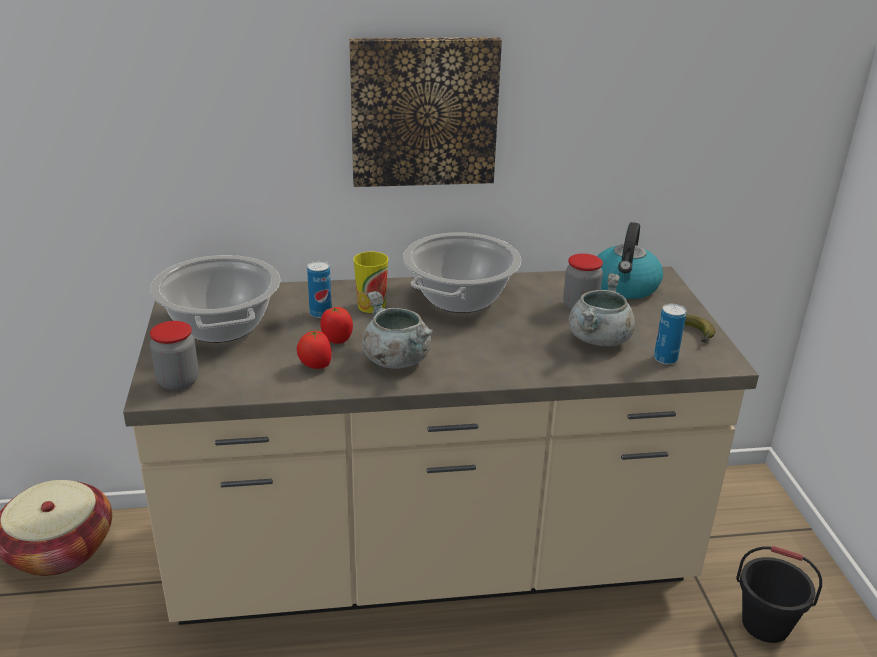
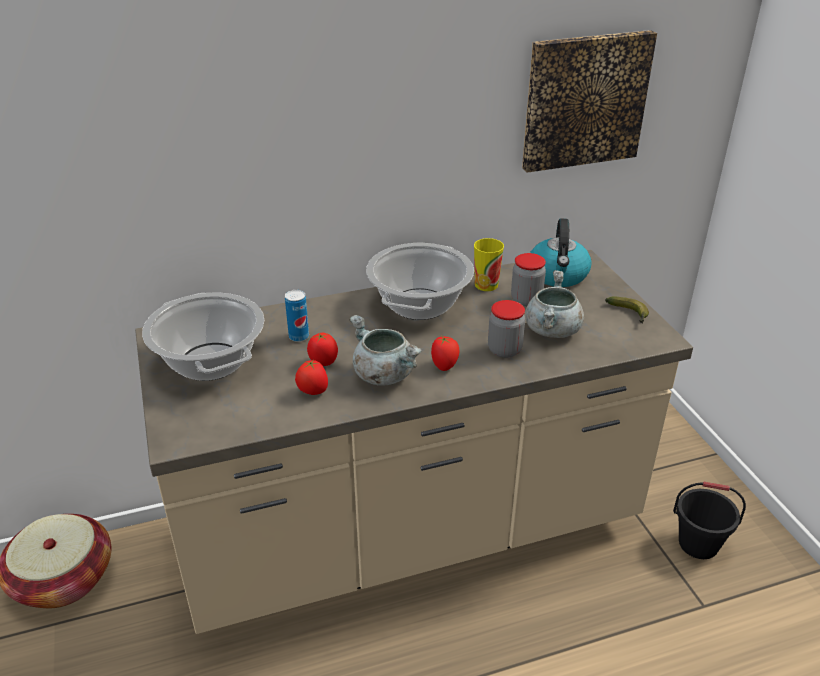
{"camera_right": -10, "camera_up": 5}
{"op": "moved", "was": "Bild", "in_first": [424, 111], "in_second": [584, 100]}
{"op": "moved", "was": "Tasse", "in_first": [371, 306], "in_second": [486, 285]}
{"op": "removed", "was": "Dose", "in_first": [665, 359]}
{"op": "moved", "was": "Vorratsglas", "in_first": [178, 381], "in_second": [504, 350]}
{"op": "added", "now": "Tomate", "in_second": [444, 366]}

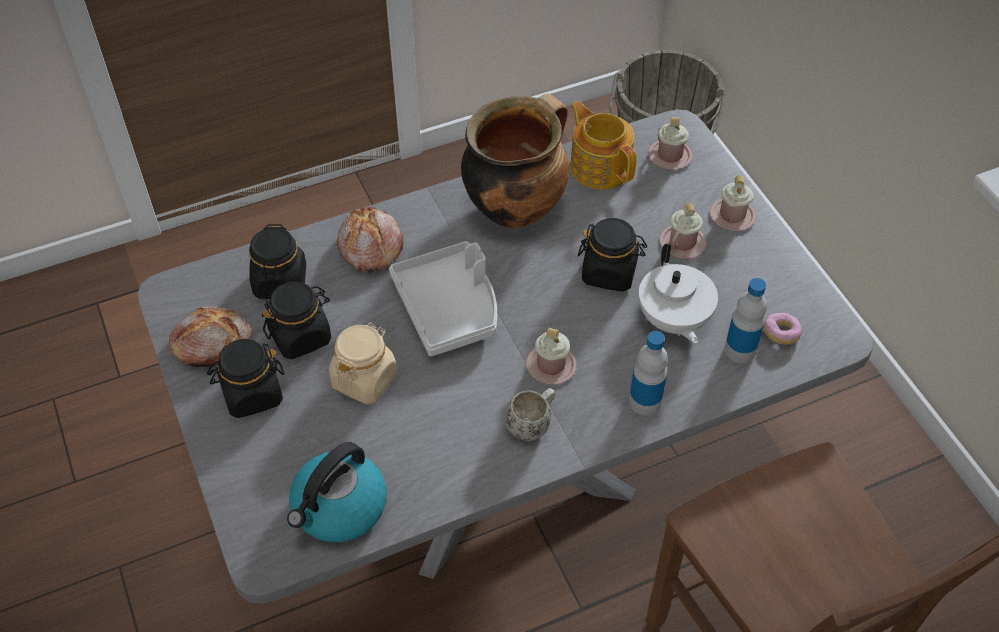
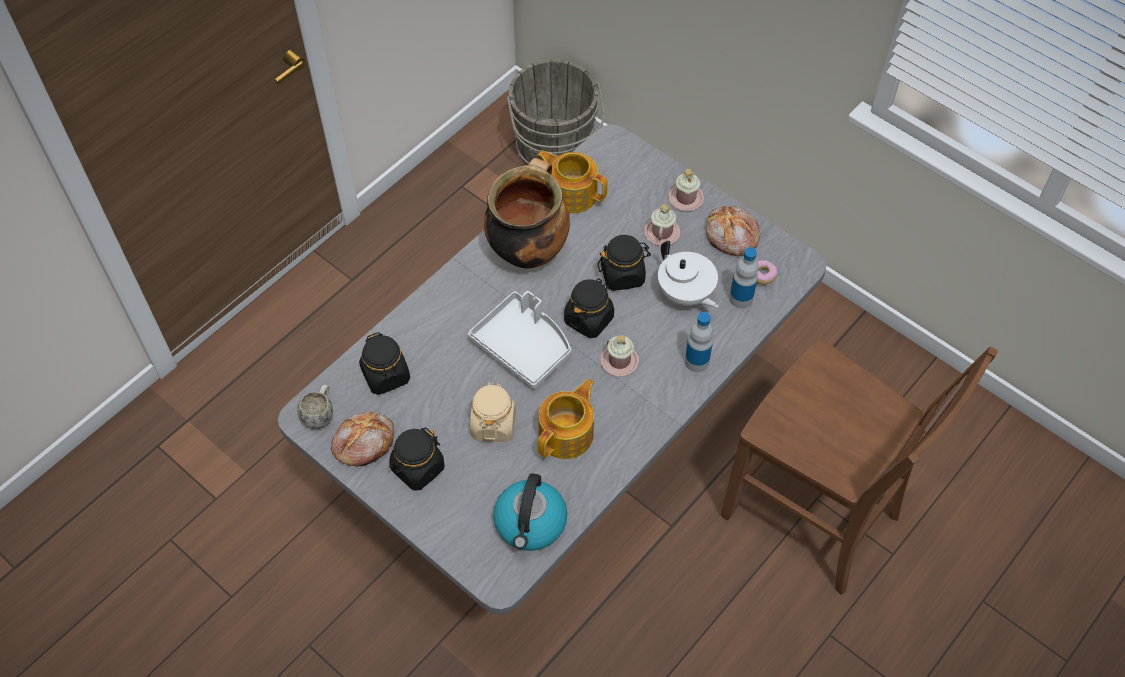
{"camera_right": -25, "camera_up": 5}
{"op": "removed", "was": "Henkelbecher/rosa", "in_first": [670, 156]}
{"op": "moved", "was": "Brot", "in_first": [369, 247], "in_second": [731, 237]}
{"op": "moved", "was": "Vorratsglas/schwarz", "in_first": [301, 336], "in_second": [589, 319]}
{"op": "moved", "was": "Henkelbecher/weiß", "in_first": [532, 424], "in_second": [320, 414]}
{"op": "added", "now": "Teekanne", "in_second": [567, 434]}

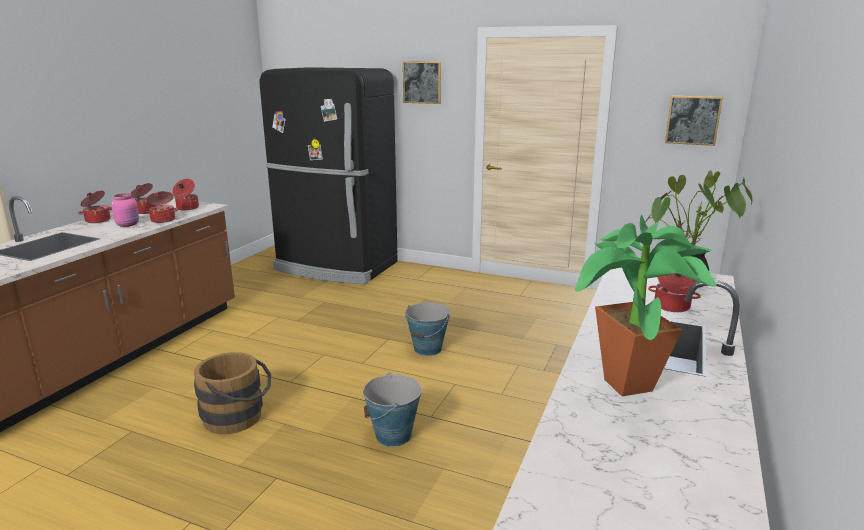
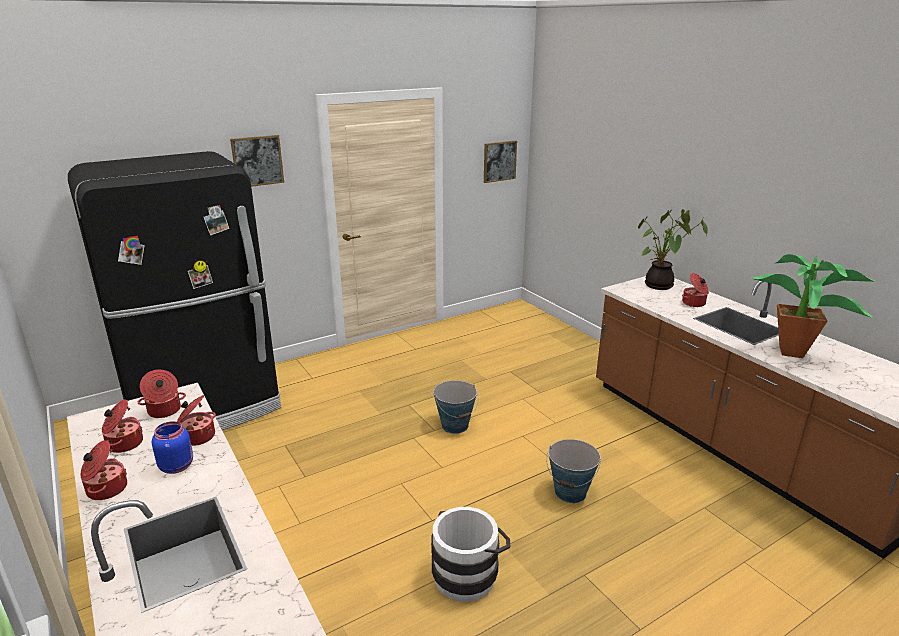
{"camera_right": -55, "camera_up": 5}
{"op": "recoloured", "was": "Vorratsglas/rosa", "now": "Vorratsglas/blau", "in_first": [128, 224], "in_second": [177, 466]}
{"op": "recoloured", "was": "Eimer/braun", "now": "Eimer/weiß", "in_first": [238, 418], "in_second": [468, 573]}

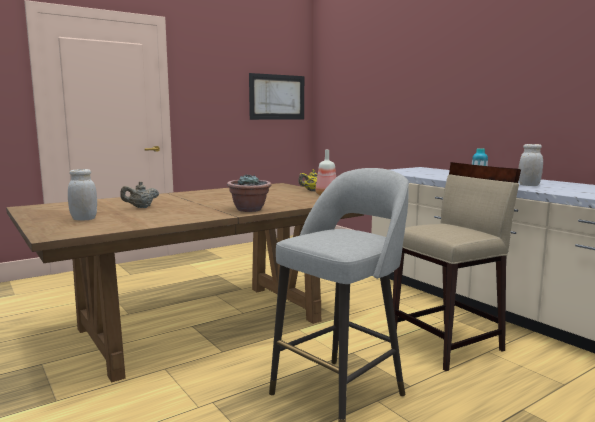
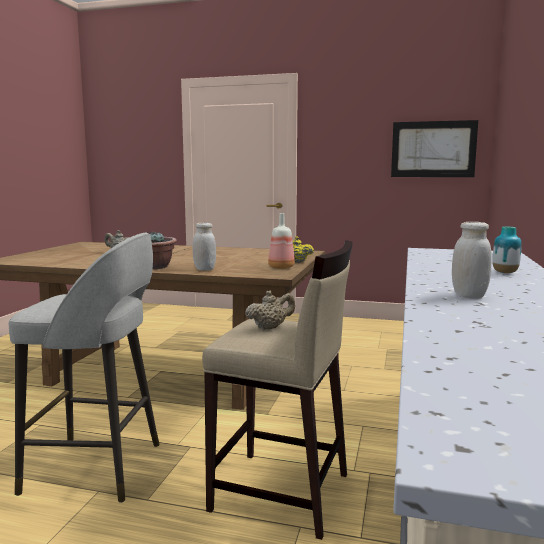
{"camera_right": 50, "camera_up": 0}
{"op": "moved", "was": "Vorratsglas/weiß", "in_first": [84, 219], "in_second": [204, 269]}
{"op": "added", "now": "Teekanne/beige", "in_second": [270, 328]}

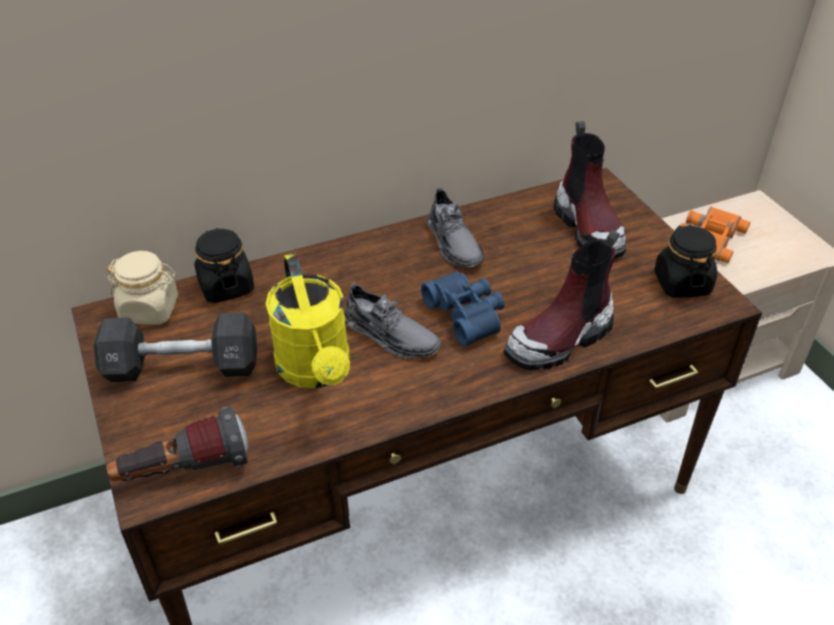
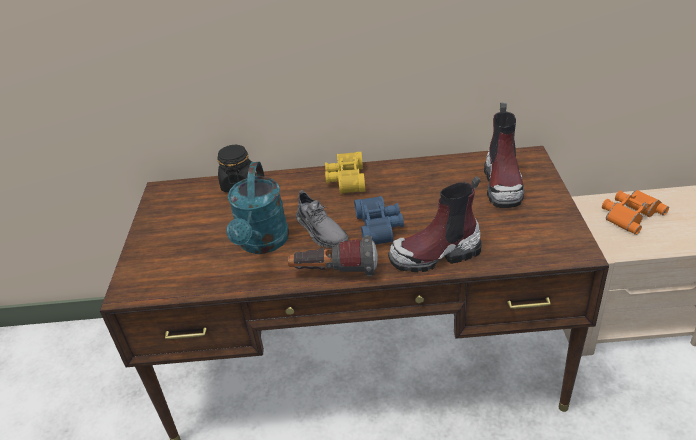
{"camera_right": 25, "camera_up": -5}
{"op": "removed", "was": "Schuh/grau", "in_first": [453, 243]}
{"op": "removed", "was": "Vorratsglas/schwarz", "in_first": [681, 283]}
{"op": "removed", "was": "Vorratsglas/beige", "in_first": [150, 310]}
{"op": "recoloured", "was": "Gießkanne/gelb", "now": "Gießkanne/türkis", "in_first": [317, 371], "in_second": [262, 244]}
{"op": "removed", "was": "Hantel/schwarz", "in_first": [182, 367]}
{"op": "moved", "was": "Taschenlampe", "in_first": [184, 472], "in_second": [334, 273]}
{"op": "added", "now": "Fernglas/gelb", "in_second": [345, 180]}

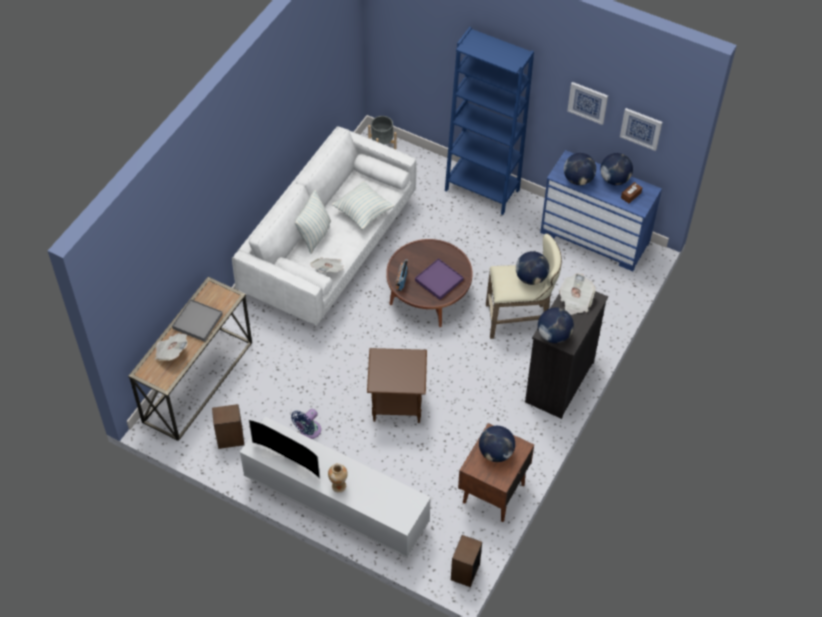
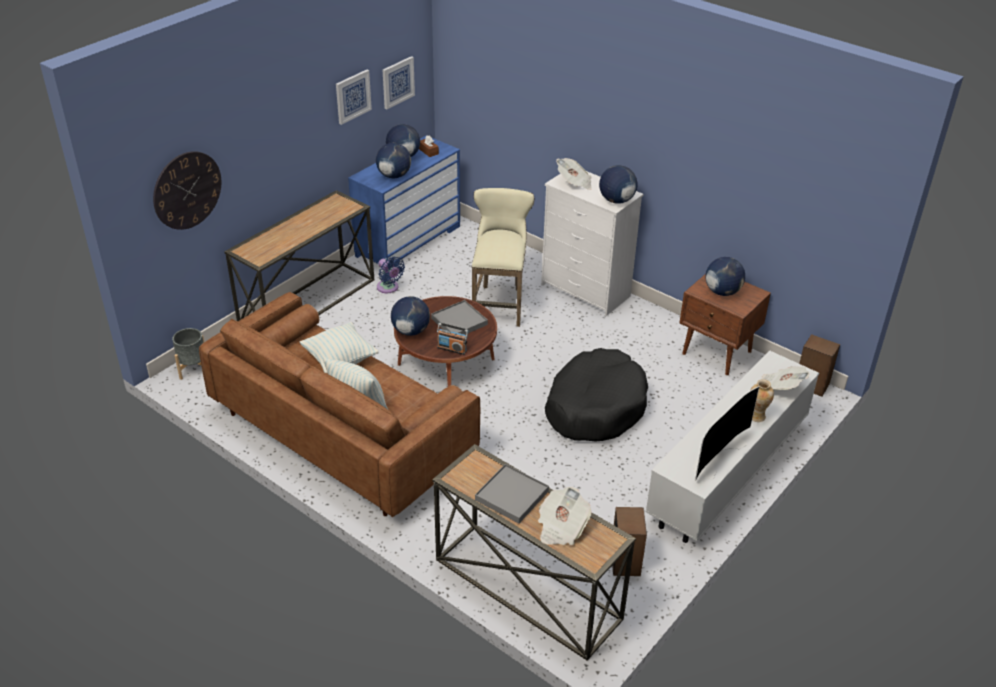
{"camera_right": -80, "camera_up": -15}
{"op": "replaced", "was": "Bücherregal/blau", "now": "Konsolentisch", "in_first": [482, 190], "in_second": [307, 302]}
{"op": "recoloured", "was": "Sofa/weiß", "now": "Sofa/braun", "in_first": [329, 248], "in_second": [342, 434]}
{"op": "moved", "was": "Globus", "in_first": [531, 278], "in_second": [410, 331]}
{"op": "moved", "was": "Zeitung", "in_first": [328, 270], "in_second": [781, 387]}
{"op": "recoloured", "was": "Tablett/lila", "now": "Tablett/grau", "in_first": [438, 280], "in_second": [459, 321]}
{"op": "recoloured", "was": "Kommode/schwarz", "now": "Kommode/weiß", "in_first": [558, 382], "in_second": [586, 291]}
{"op": "replaced", "was": "Beistelltisch/braun", "now": "Hundebett/schwarz", "in_first": [396, 404], "in_second": [595, 407]}
{"op": "moved", "was": "Ventilator/blau", "in_first": [308, 431], "in_second": [389, 288]}
{"op": "added", "now": "Wanduhr", "in_second": [187, 190]}

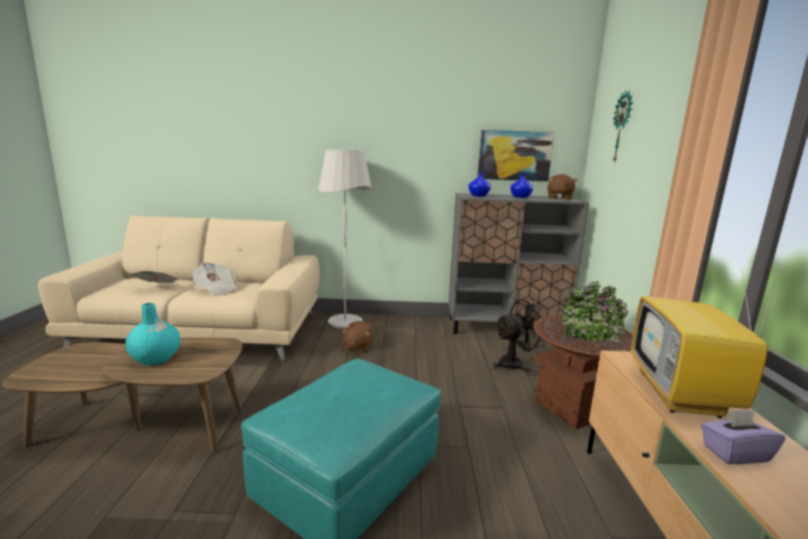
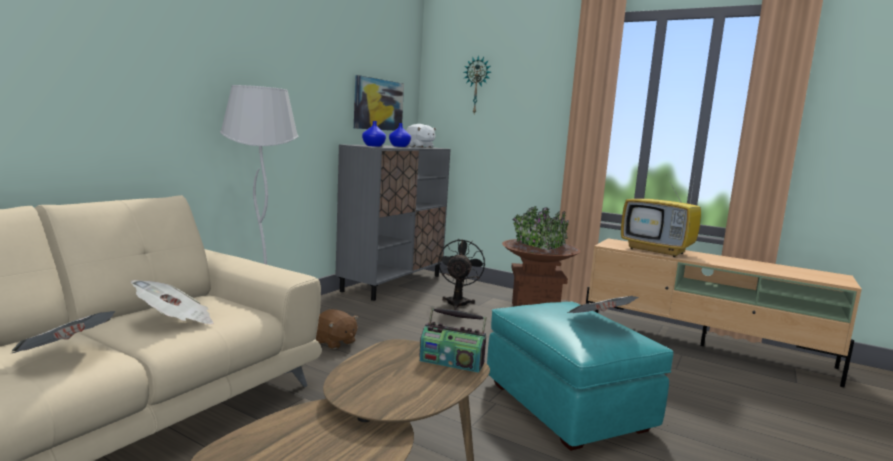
{"camera_right": -60, "camera_up": -5}
{"op": "recoloured", "was": "Plüschtier/braun", "now": "Plüschtier/weiß", "in_first": [559, 198], "in_second": [419, 146]}
{"op": "removed", "was": "Vase/türkis", "in_first": [155, 358]}
{"op": "removed", "was": "Taschentuchbox/lila", "in_first": [735, 453]}
{"op": "added", "now": "Zeitung", "in_second": [599, 322]}
{"op": "added", "now": "Radio", "in_second": [452, 362]}

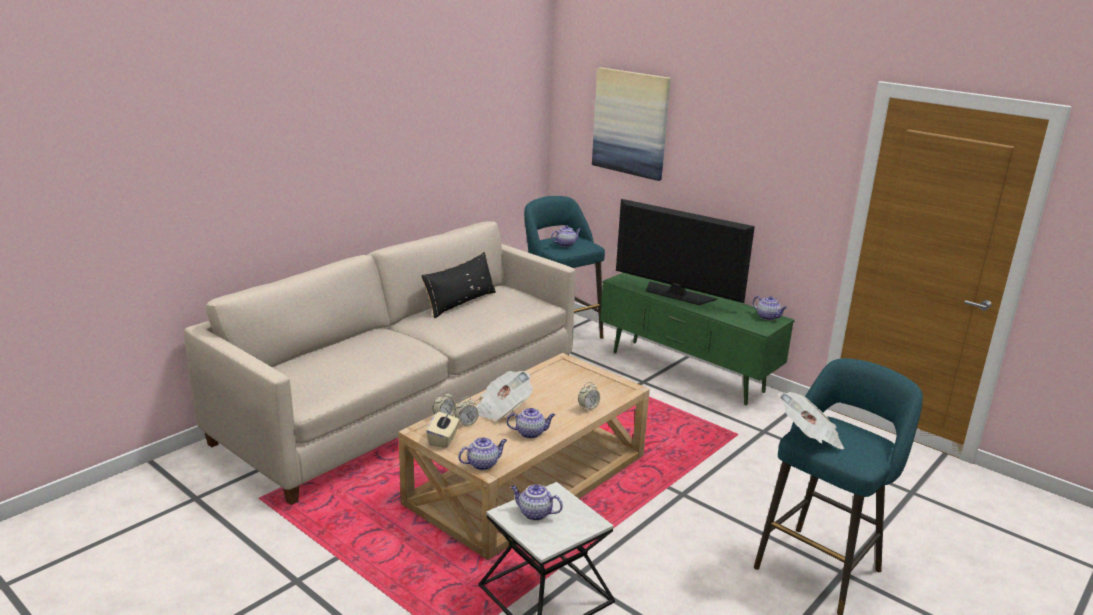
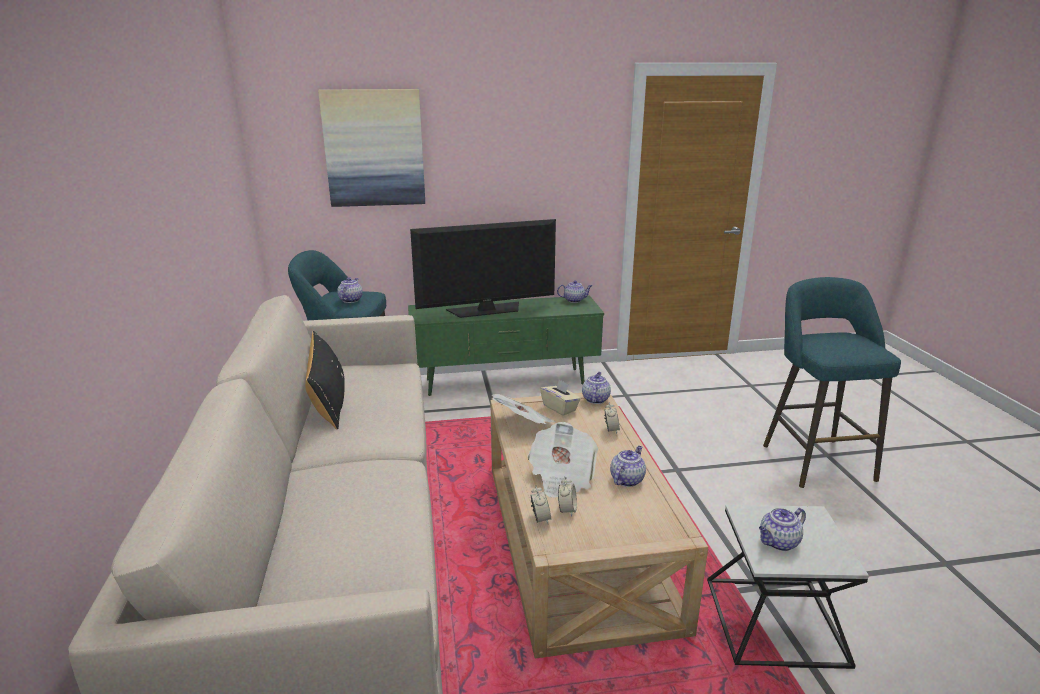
{"camera_right": -50, "camera_up": 0}
{"op": "moved", "was": "Zeitung", "in_first": [809, 436], "in_second": [523, 424]}
{"op": "moved", "was": "Taschentuchbox/beige", "in_first": [443, 439], "in_second": [560, 408]}
{"op": "moved", "was": "Teekanne", "in_first": [483, 464], "in_second": [595, 399]}

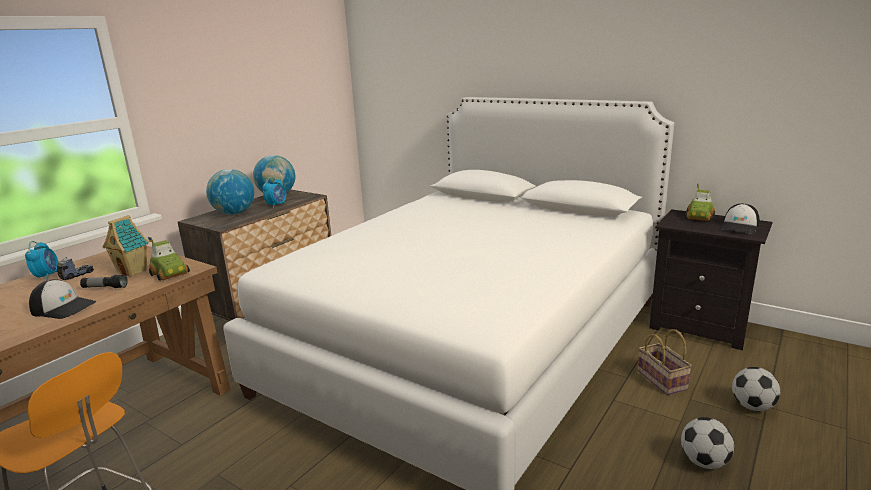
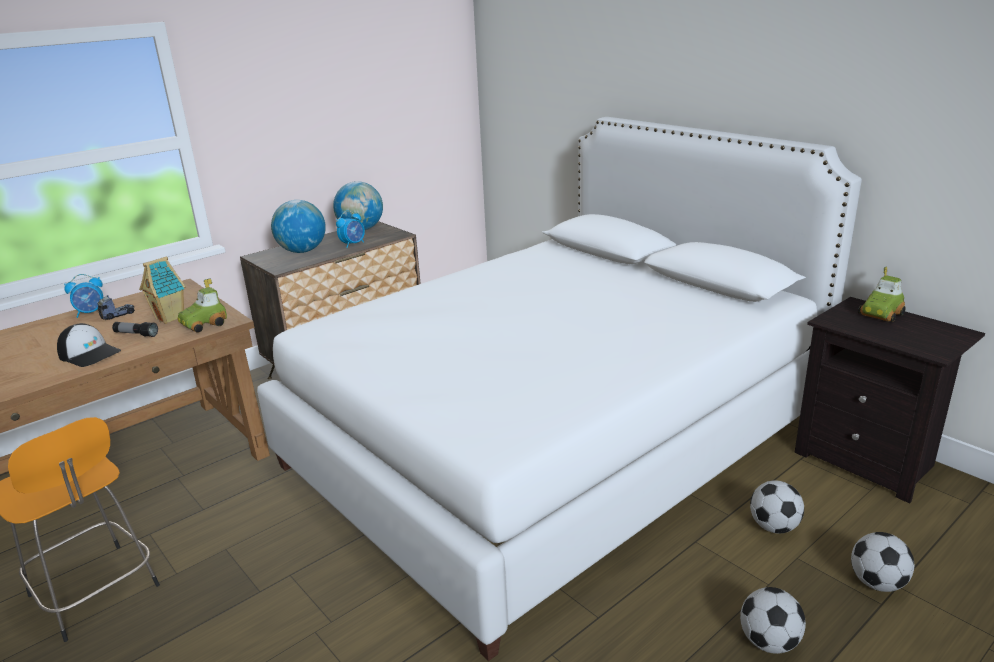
{"camera_right": 15, "camera_up": 5}
{"op": "removed", "was": "Kappe", "in_first": [739, 227]}
{"op": "turned", "was": "Spielzeugauto", "in_first": [171, 273], "in_second": [204, 325], "clockwise": 75}
{"op": "turned", "was": "Wecker", "in_first": [47, 276], "in_second": [91, 313], "clockwise": 60}
{"op": "replaced", "was": "Korb", "now": "Fußball", "in_first": [663, 380], "in_second": [774, 527]}

